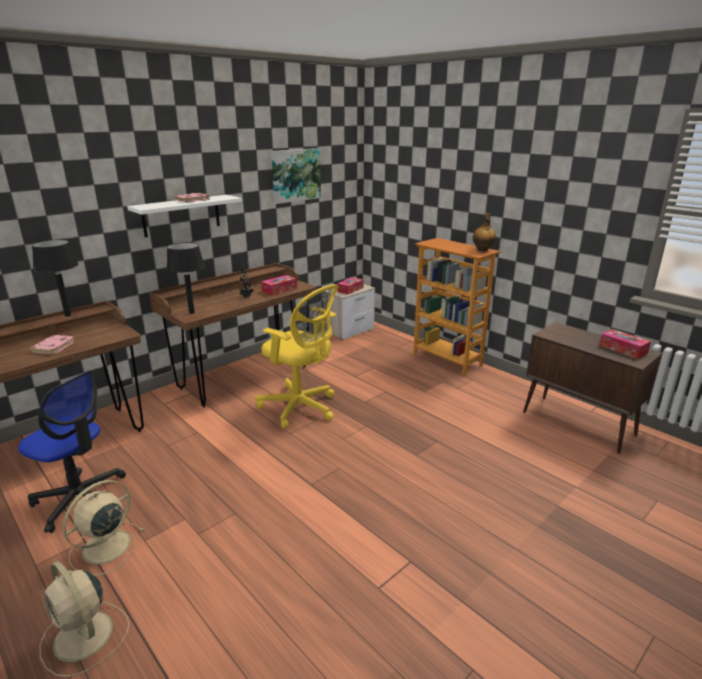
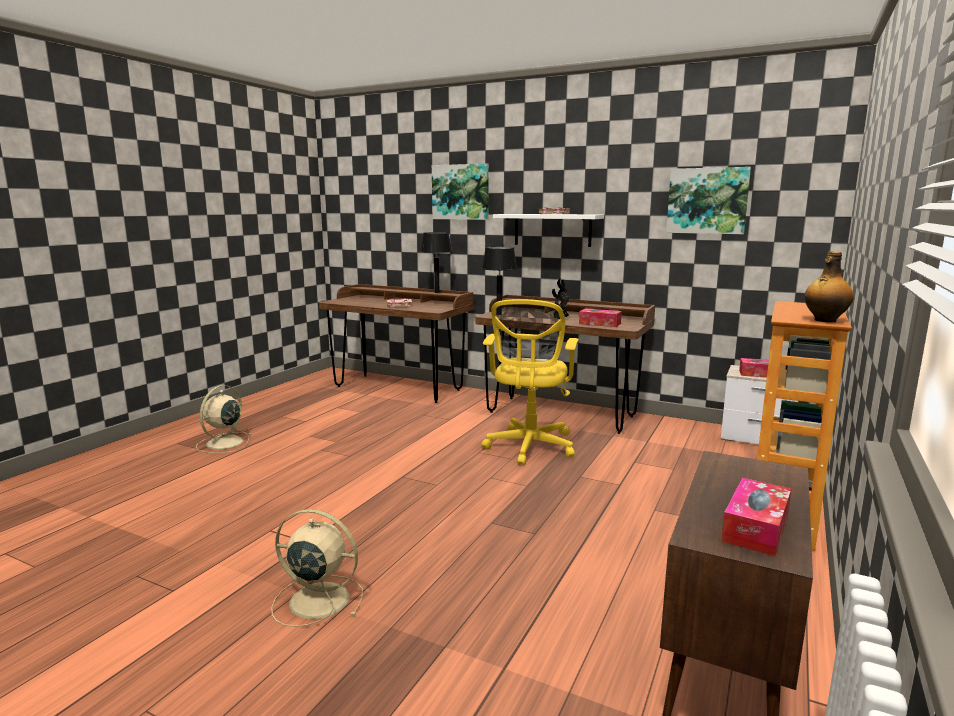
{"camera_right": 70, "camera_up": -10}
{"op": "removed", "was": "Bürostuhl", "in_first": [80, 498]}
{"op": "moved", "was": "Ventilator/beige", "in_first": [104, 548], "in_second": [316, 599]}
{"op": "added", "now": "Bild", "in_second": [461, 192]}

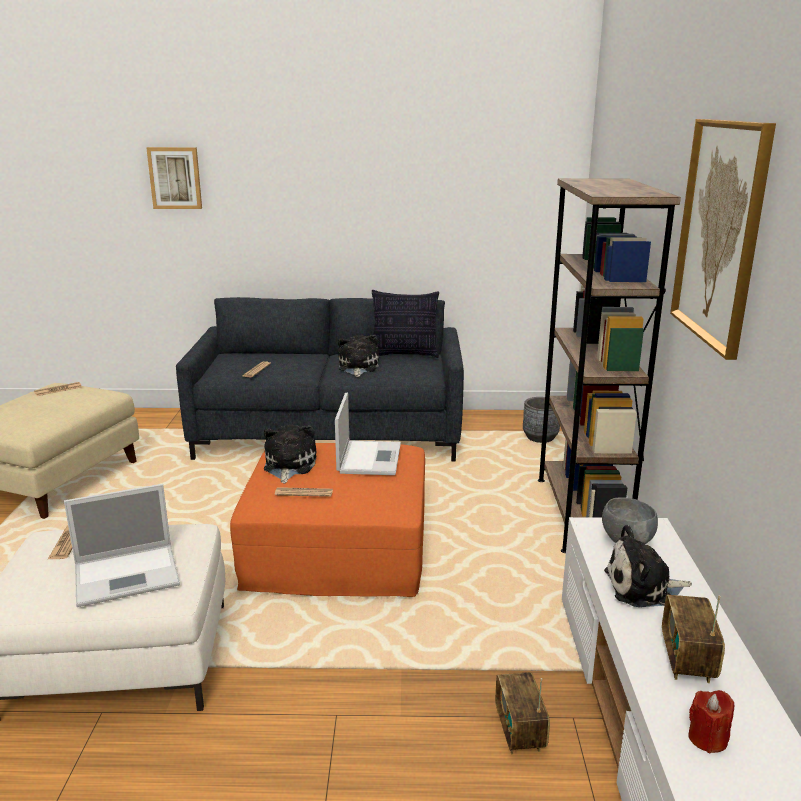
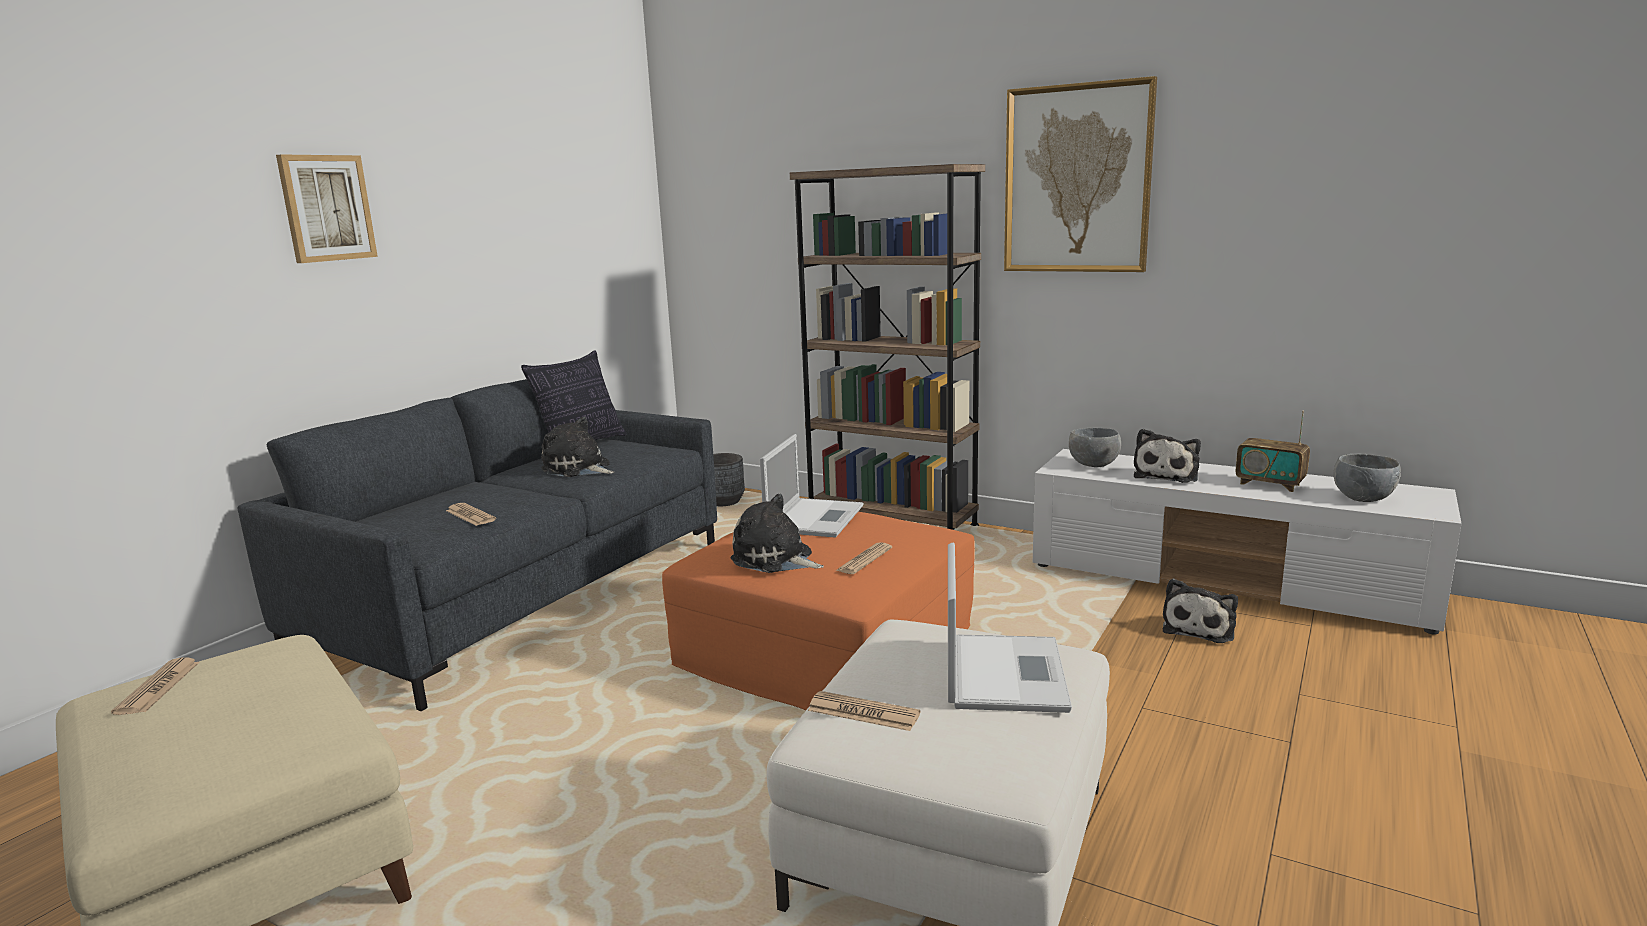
{"camera_right": -60, "camera_up": -5}
{"op": "moved", "was": "Bild", "in_first": [175, 178], "in_second": [326, 208]}
{"op": "turned", "was": "Laptop", "in_first": [369, 458], "in_second": [815, 518], "clockwise": 75}
{"op": "replaced", "was": "Radio", "now": "Plüschtier", "in_first": [519, 731], "in_second": [1200, 628]}
{"op": "replaced", "was": "Kerze/rot", "now": "Schüssel/grau", "in_first": [707, 738], "in_second": [1362, 498]}

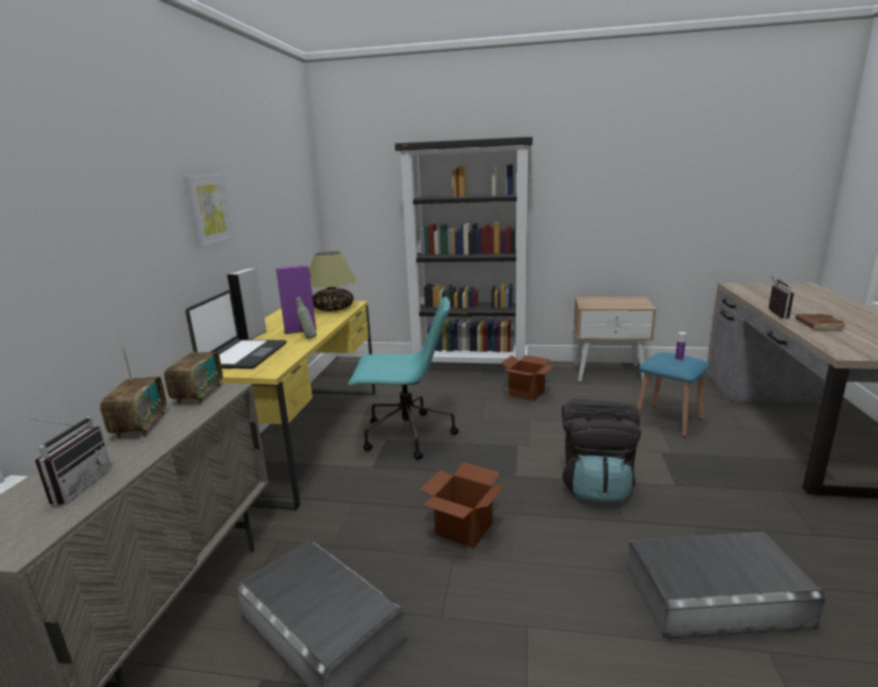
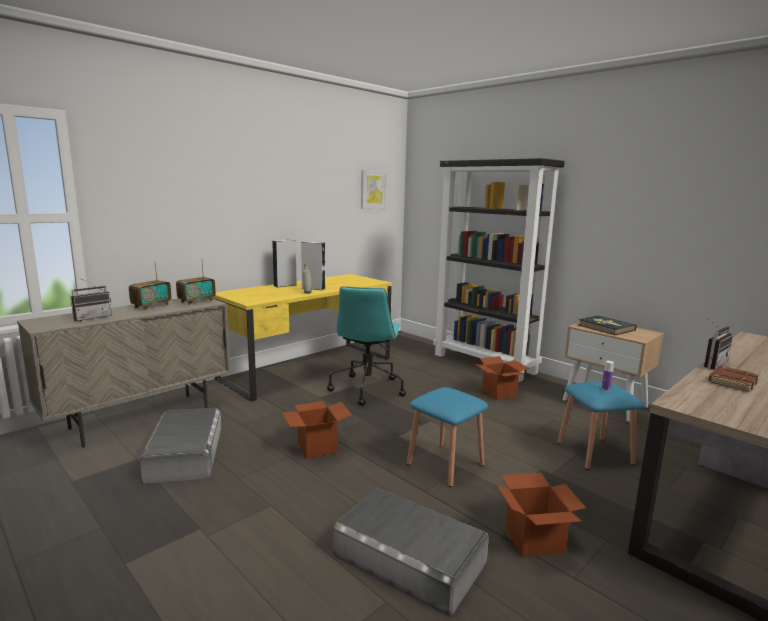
{"camera_right": 35, "camera_up": -5}
{"op": "moved", "was": "Bild", "in_first": [208, 209], "in_second": [373, 189]}
{"op": "removed", "was": "Tischlampe", "in_first": [333, 309]}
{"op": "recoloured", "was": "Lautsprecher/lila", "now": "Lautsprecher/grau", "in_first": [300, 330], "in_second": [313, 288]}
{"op": "removed", "was": "Laptop", "in_first": [243, 355]}
{"op": "turned", "was": "Bürostuhl/türkis", "in_first": [406, 436], "in_second": [367, 388], "clockwise": 60}
{"op": "replaced", "was": "Rucksack/schwarz", "now": "Hocker/blau", "in_first": [596, 484], "in_second": [445, 464]}
{"op": "added", "now": "Buch", "in_second": [606, 327]}
{"op": "added", "now": "Karton", "in_second": [534, 540]}

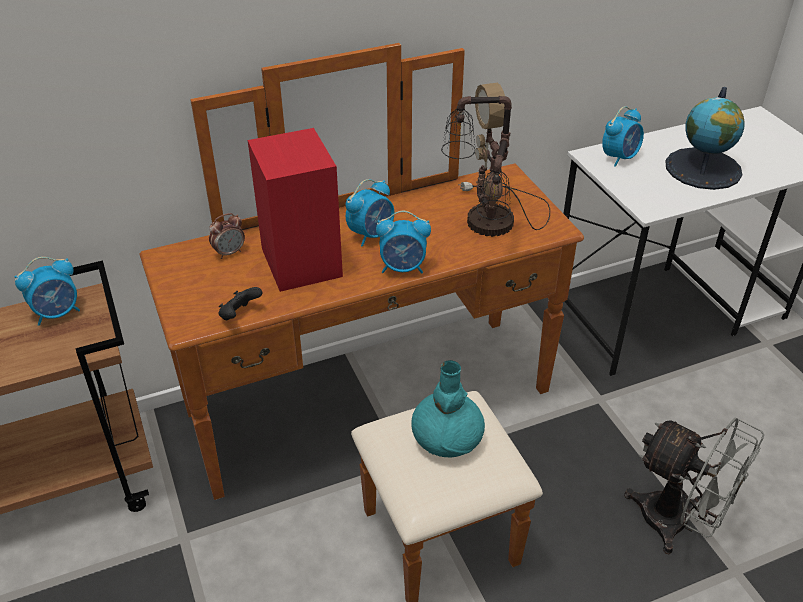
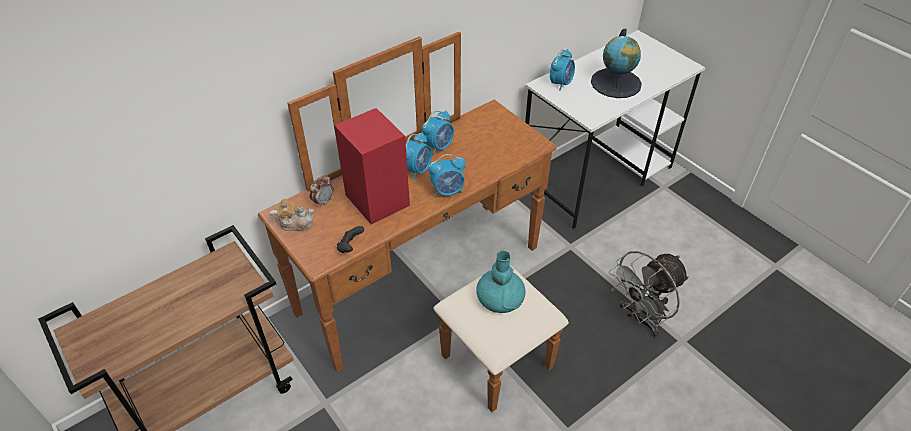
{"camera_right": -15, "camera_up": 5}
{"op": "removed", "was": "Tischlampe", "in_first": [488, 225]}
{"op": "moved", "was": "Wecker", "in_first": [58, 313], "in_second": [438, 146]}
{"op": "turned", "was": "Ventilator/grau", "in_first": [677, 524], "in_second": [640, 319], "clockwise": 120}
{"op": "added", "now": "Teekanne", "in_second": [295, 223]}

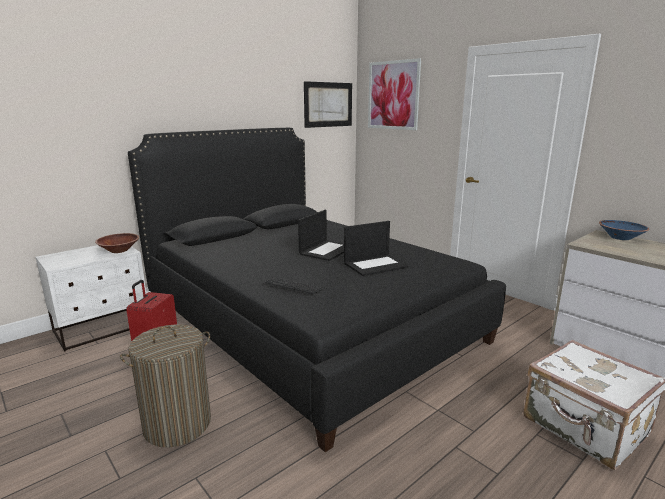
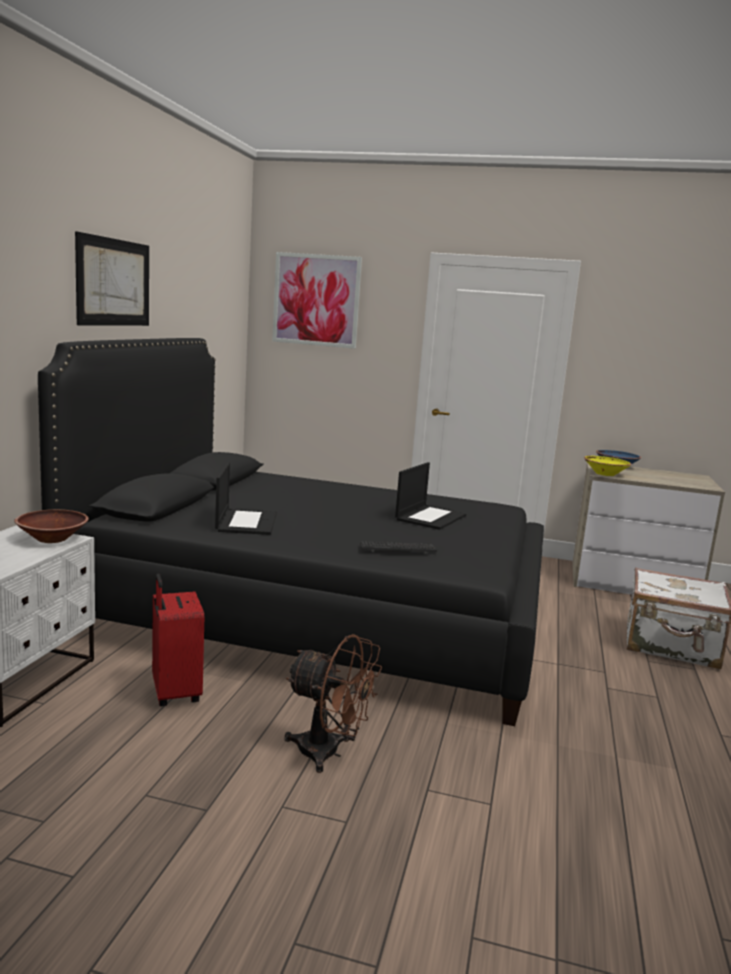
{"camera_right": -35, "camera_up": -5}
{"op": "moved", "was": "Bild", "in_first": [328, 104], "in_second": [114, 282]}
{"op": "moved", "was": "Laptop", "in_first": [326, 250], "in_second": [246, 522]}
{"op": "replaced", "was": "Wäschekorb", "now": "Ventilator/braun", "in_first": [177, 424], "in_second": [328, 753]}
{"op": "added", "now": "Schüssel/gelb", "in_second": [605, 474]}

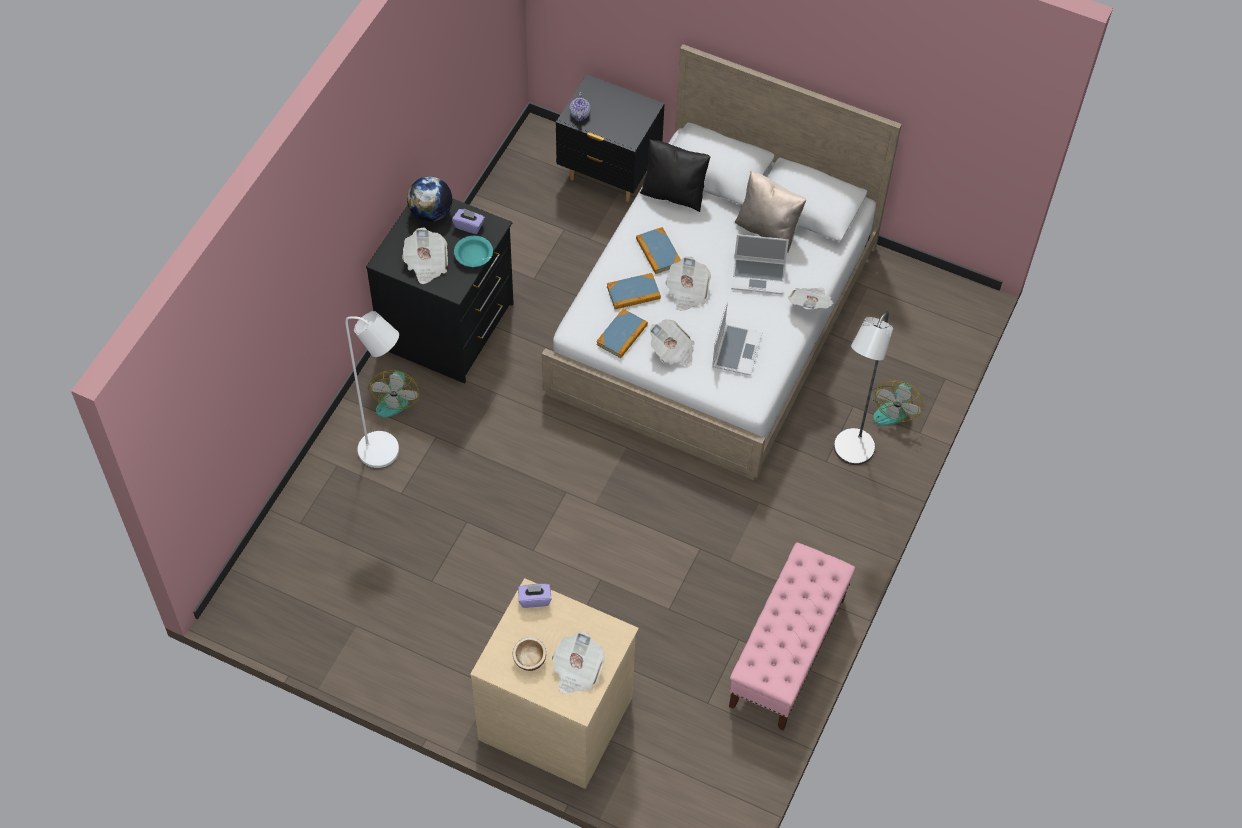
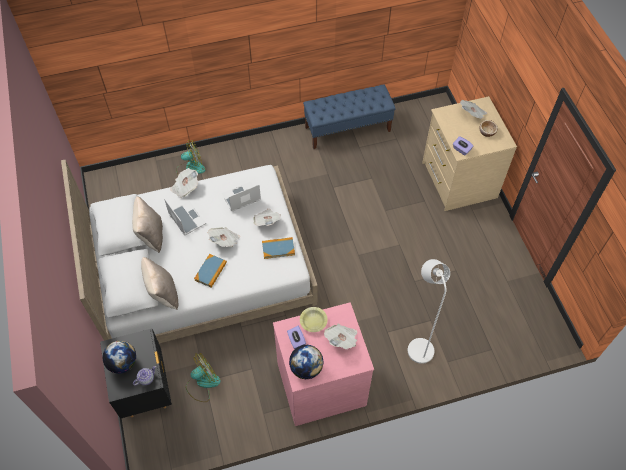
{"camera_right": -130, "camera_up": 0}
{"op": "recoloured", "was": "Kissen/schwarz", "now": "Kissen/beige", "in_first": [674, 193], "in_second": [163, 293]}
{"op": "recoloured", "was": "Kommode/schwarz", "now": "Kommode/rosa", "in_first": [448, 327], "in_second": [321, 383]}
{"op": "recoloured", "was": "Schüssel/türkis", "now": "Schüssel/gelb", "in_first": [473, 255], "in_second": [313, 321]}
{"op": "removed", "was": "Buch", "in_first": [633, 293]}
{"op": "removed", "was": "Stehlampe/grau", "in_first": [850, 453]}
{"op": "moved", "was": "Ventilator", "in_first": [394, 397], "in_second": [202, 383]}
{"op": "recoloured", "was": "Bank/rosa", "now": "Bank/blau", "in_first": [787, 653], "in_second": [348, 129]}
{"op": "added", "now": "Globus", "in_second": [123, 363]}

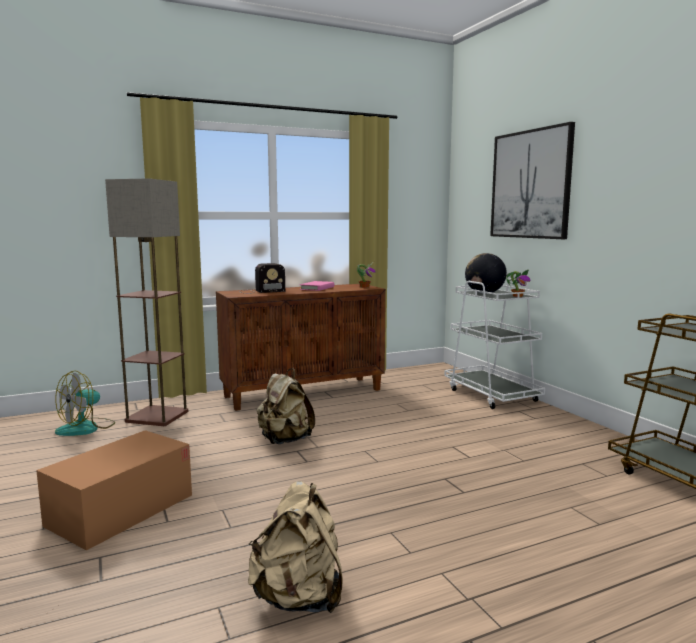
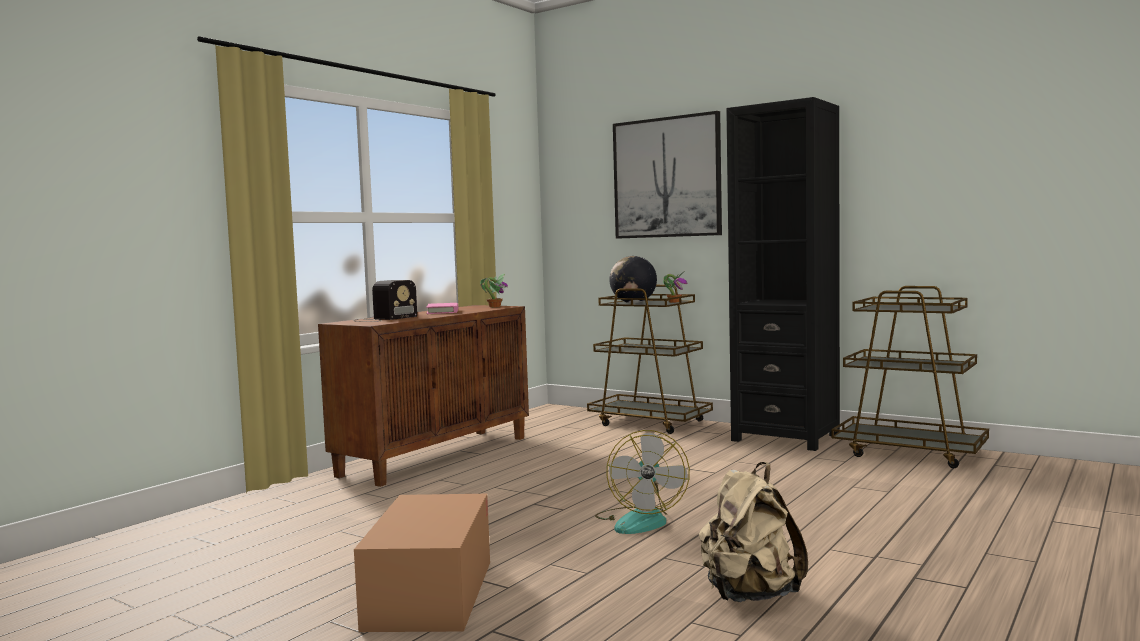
{"camera_right": -30, "camera_up": -5}
{"op": "removed", "was": "Stehlampe", "in_first": [158, 416]}
{"op": "recoloured", "was": "Rollwagen/weiß", "now": "Rollwagen/braun", "in_first": [491, 395], "in_second": [650, 423]}
{"op": "removed", "was": "Rucksack/beige", "in_first": [284, 440]}
{"op": "moved", "was": "Ventilator", "in_first": [86, 428], "in_second": [640, 520]}
{"op": "added", "now": "Bücherregal/schwarz", "in_second": [785, 438]}

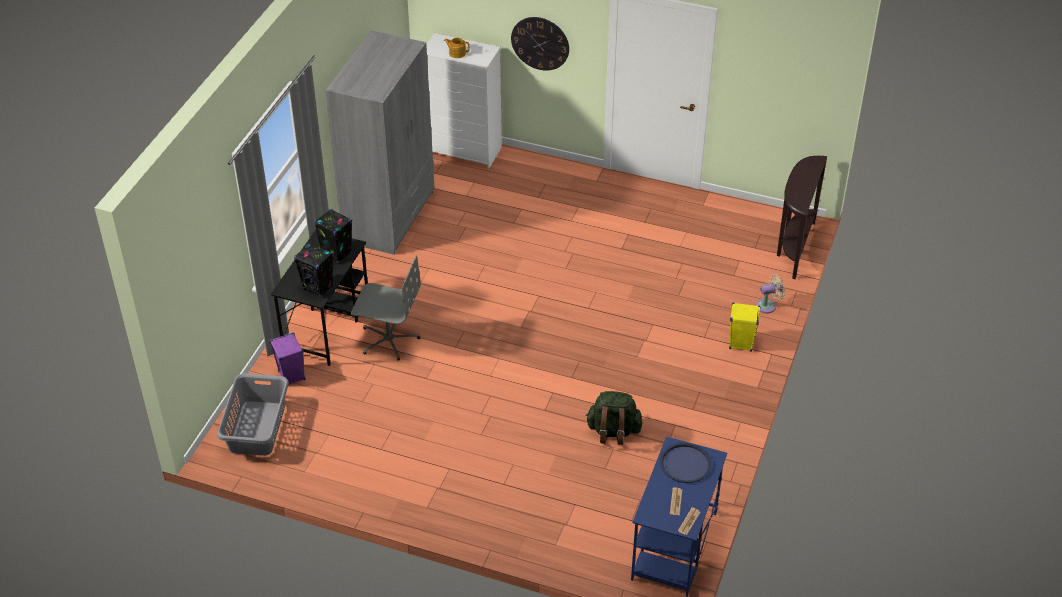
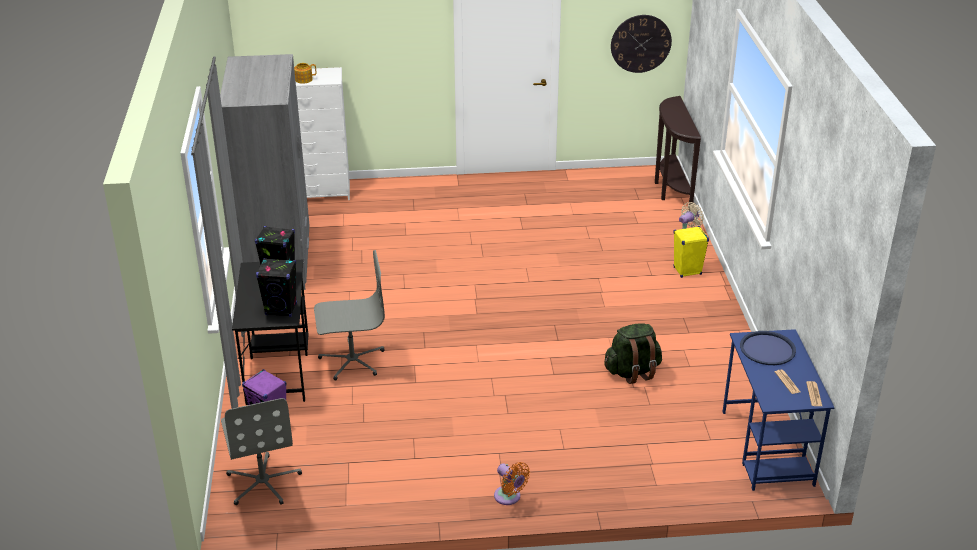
{"camera_right": -25, "camera_up": -10}
{"op": "moved", "was": "Wanduhr", "in_first": [540, 43], "in_second": [641, 43]}
{"op": "replaced", "was": "Wäschekorb/grau", "now": "Bürostuhl/grau", "in_first": [256, 428], "in_second": [263, 482]}
{"op": "added", "now": "Ventilator/orange", "in_second": [509, 497]}

